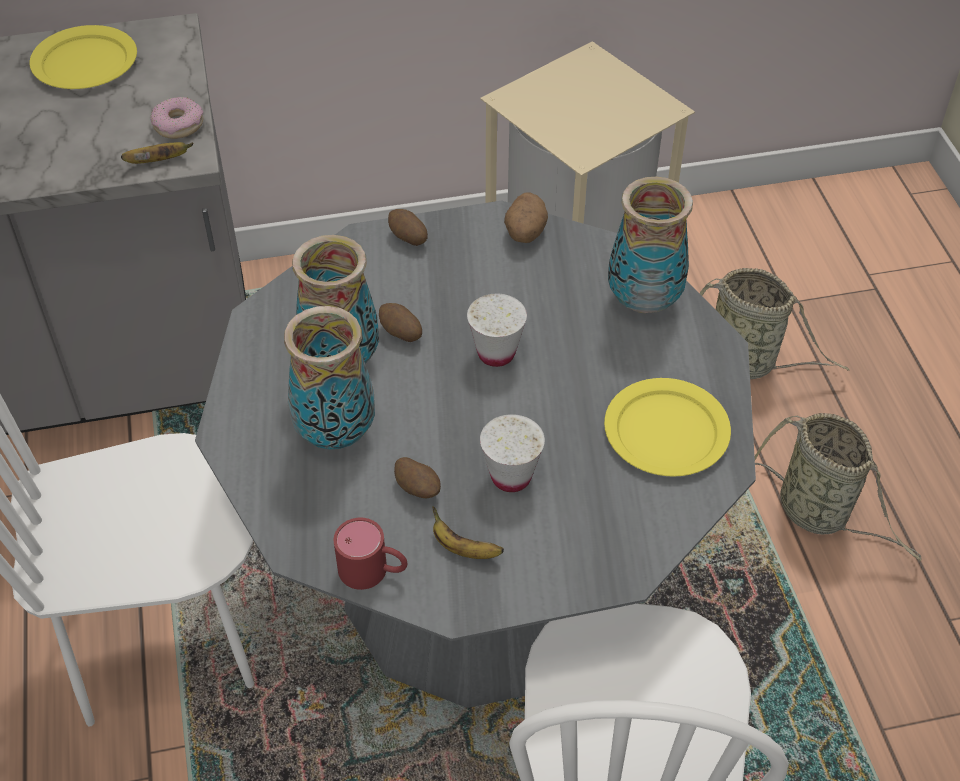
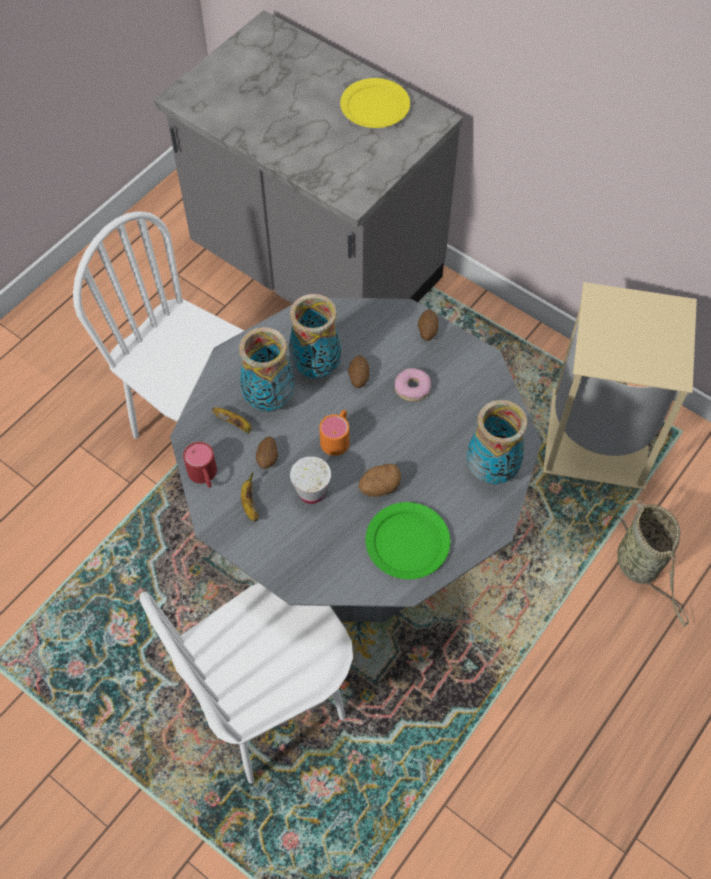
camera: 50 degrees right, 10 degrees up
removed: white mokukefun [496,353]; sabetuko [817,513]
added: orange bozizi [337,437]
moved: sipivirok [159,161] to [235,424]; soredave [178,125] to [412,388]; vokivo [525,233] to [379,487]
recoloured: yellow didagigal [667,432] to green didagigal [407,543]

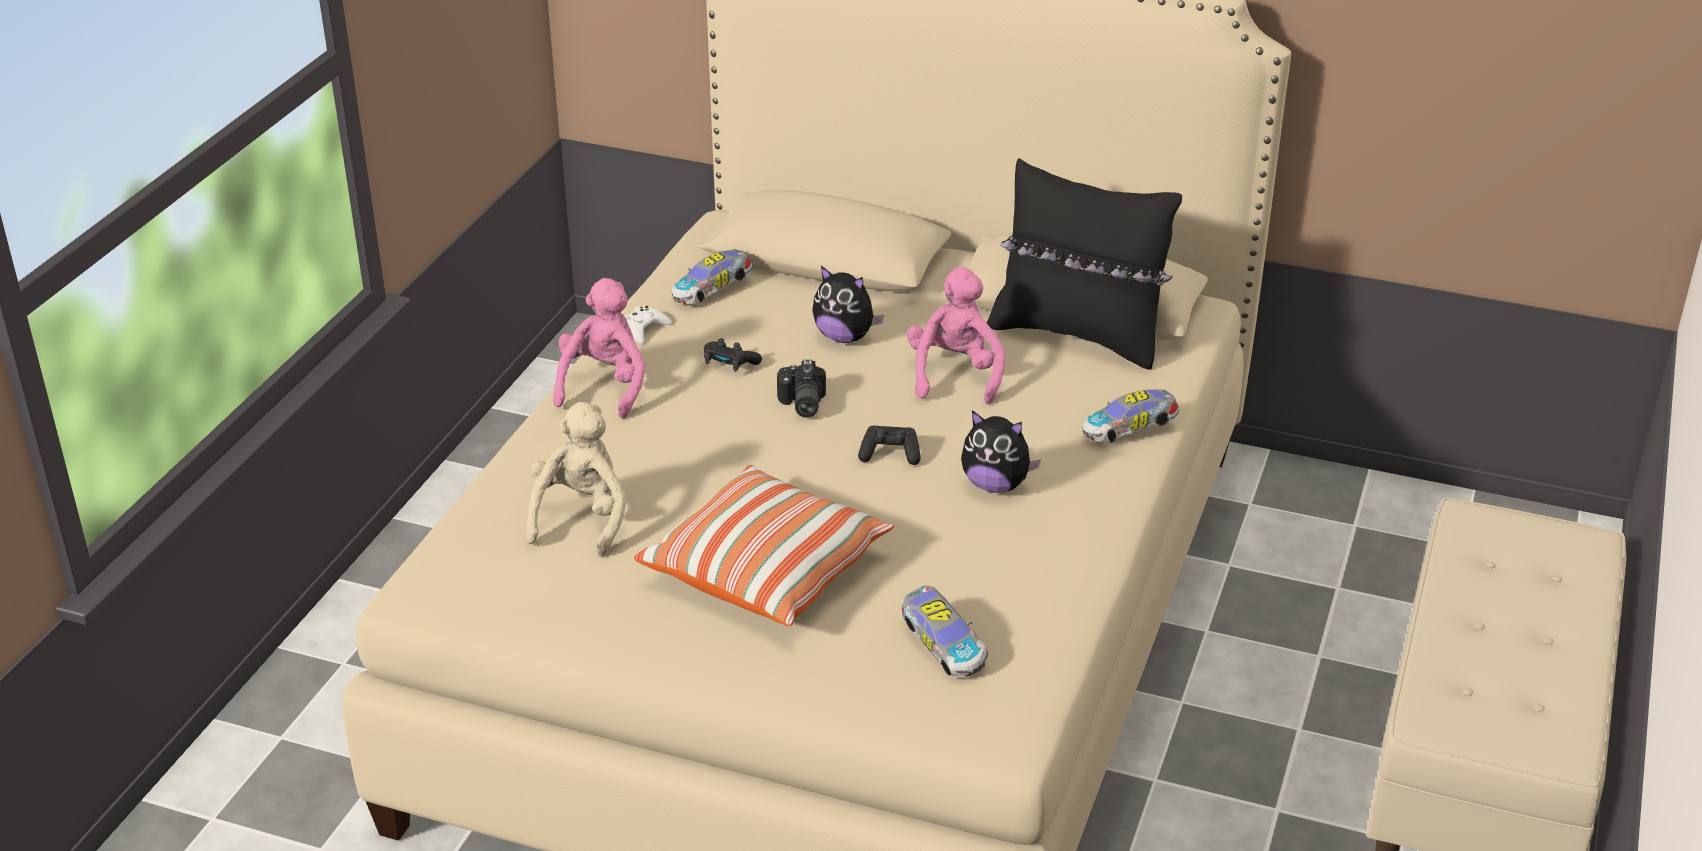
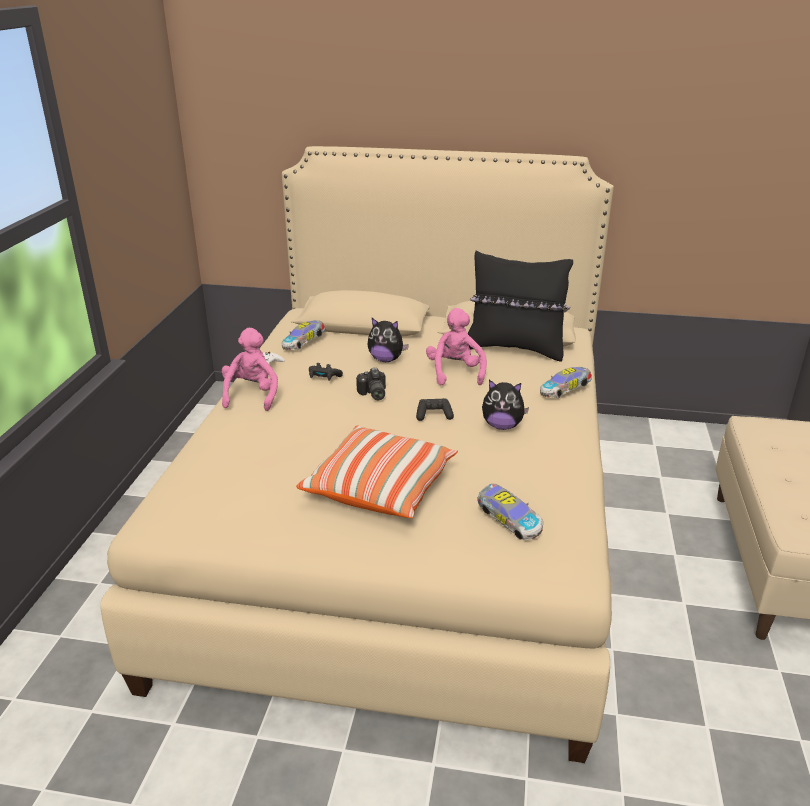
camera: 10 degrees left, 5 degrees down
removed: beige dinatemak [581,518]

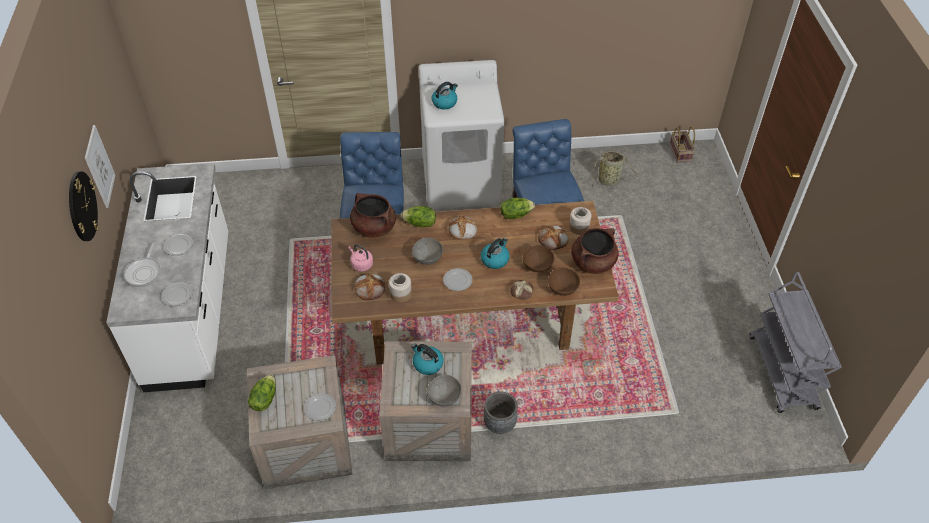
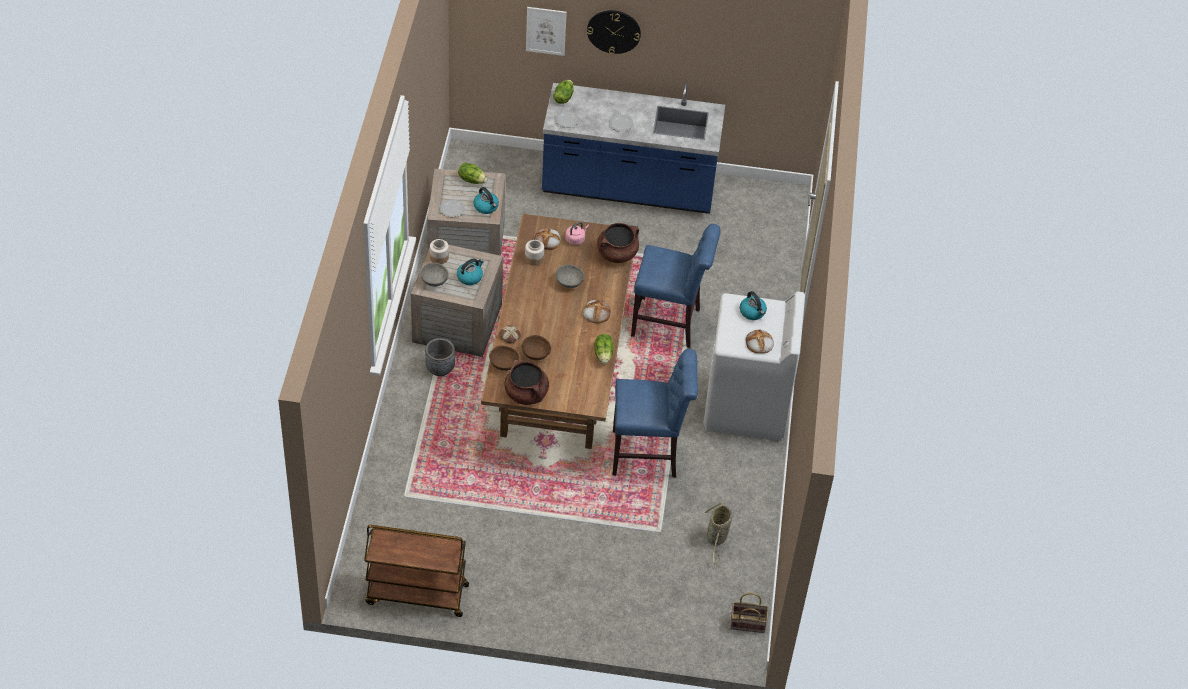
camera: 100 degrees right, 0 degrees up
removed: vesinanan [144,272]; didagigal [458,280]
moved: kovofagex [99,167] to [546,30]; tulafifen [420,223] to [563,98]; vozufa [495,259] to [486,207]; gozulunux [553,239] to [759,343]; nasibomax [579,227] to [439,257]
recoloured: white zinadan [192,310] to blue zinadan [628,189]; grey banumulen [783,373] to brown banumulen [416,595]

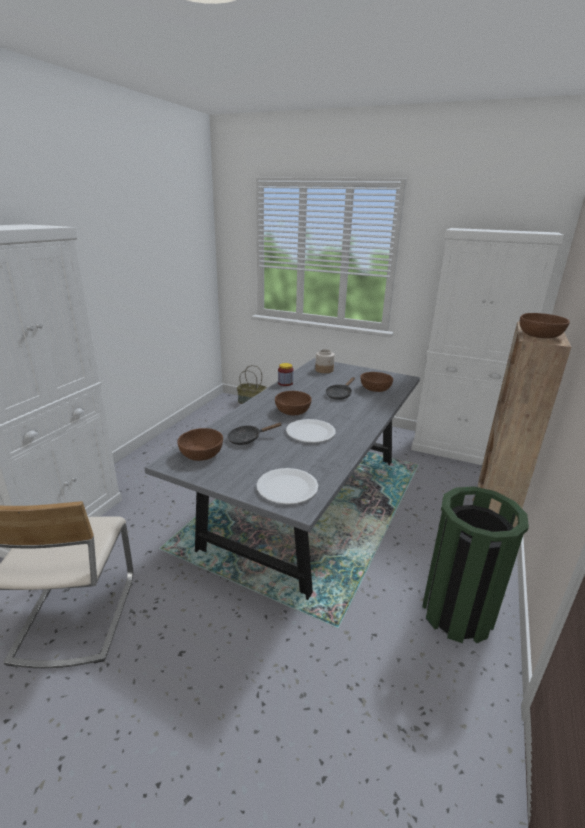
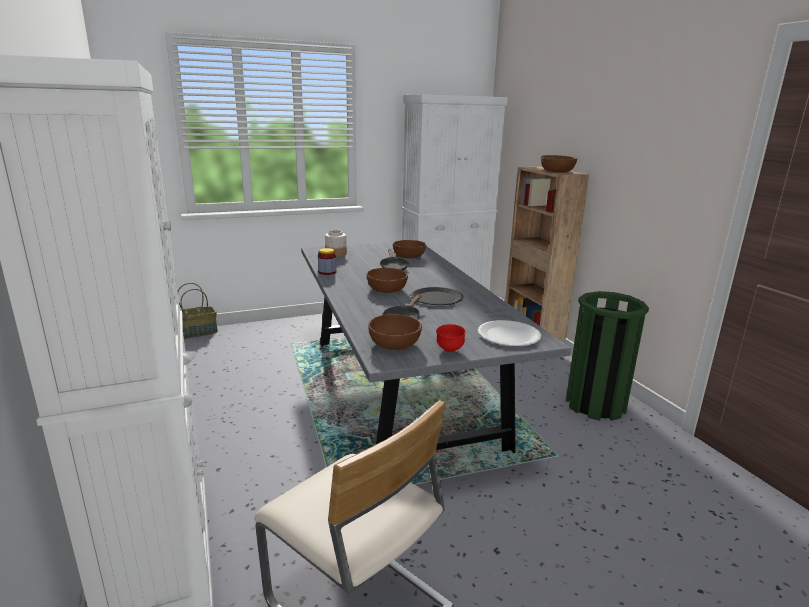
camera: 45 degrees left, 5 degrees down
added: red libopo [449,350]
recoloured: white didagigal [310,432] to black didagigal [436,298]

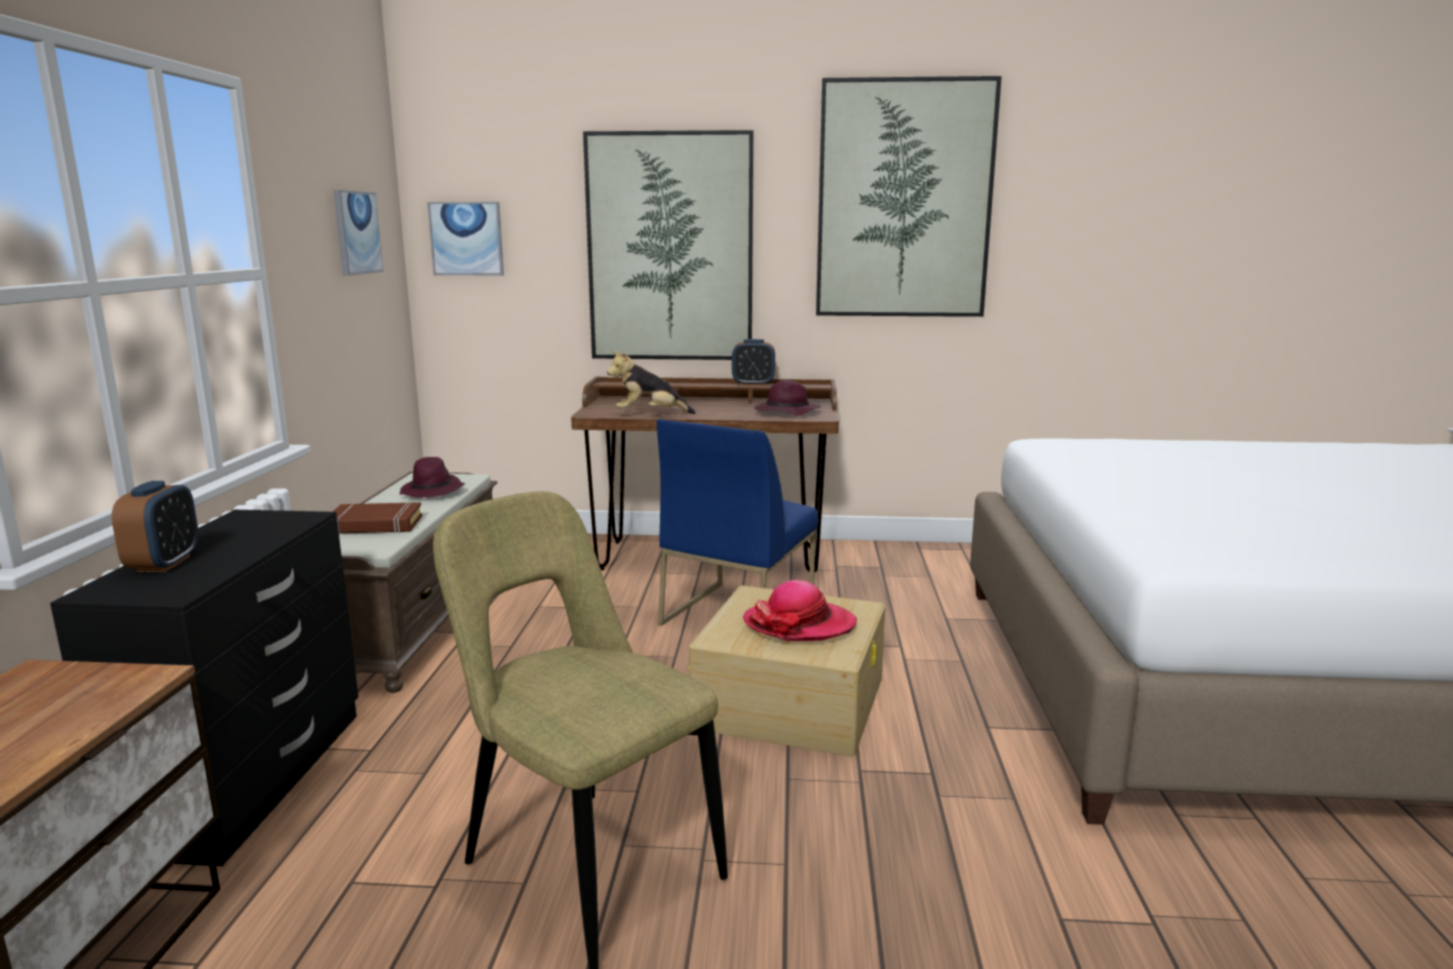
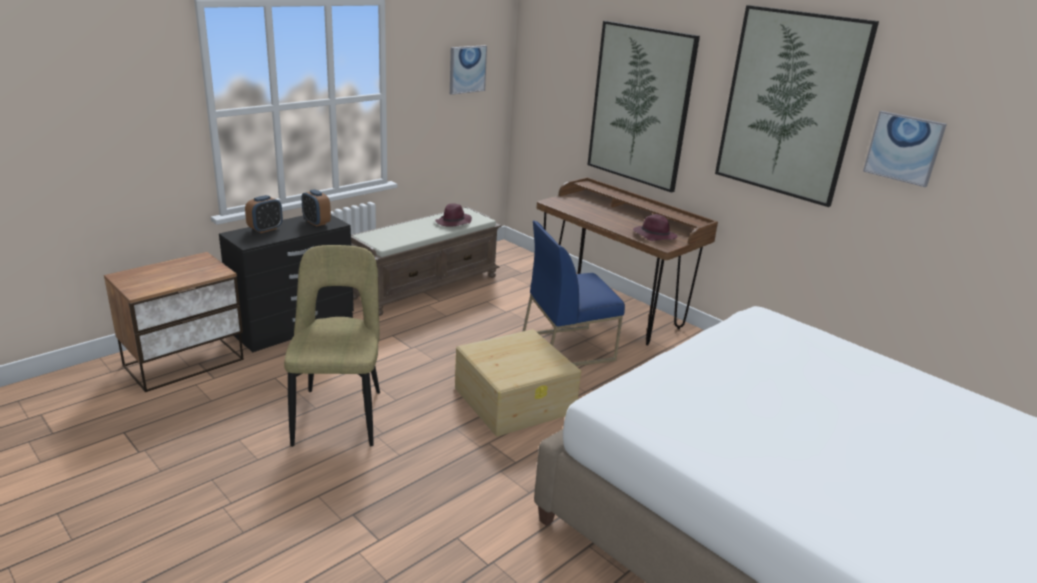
camera: 40 degrees right, 10 degrees up
removed: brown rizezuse [375,525]; dinatemak [649,414]; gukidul [799,624]
moved: kovofagex [466,239] to [903,148]; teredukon [753,384] to [316,222]

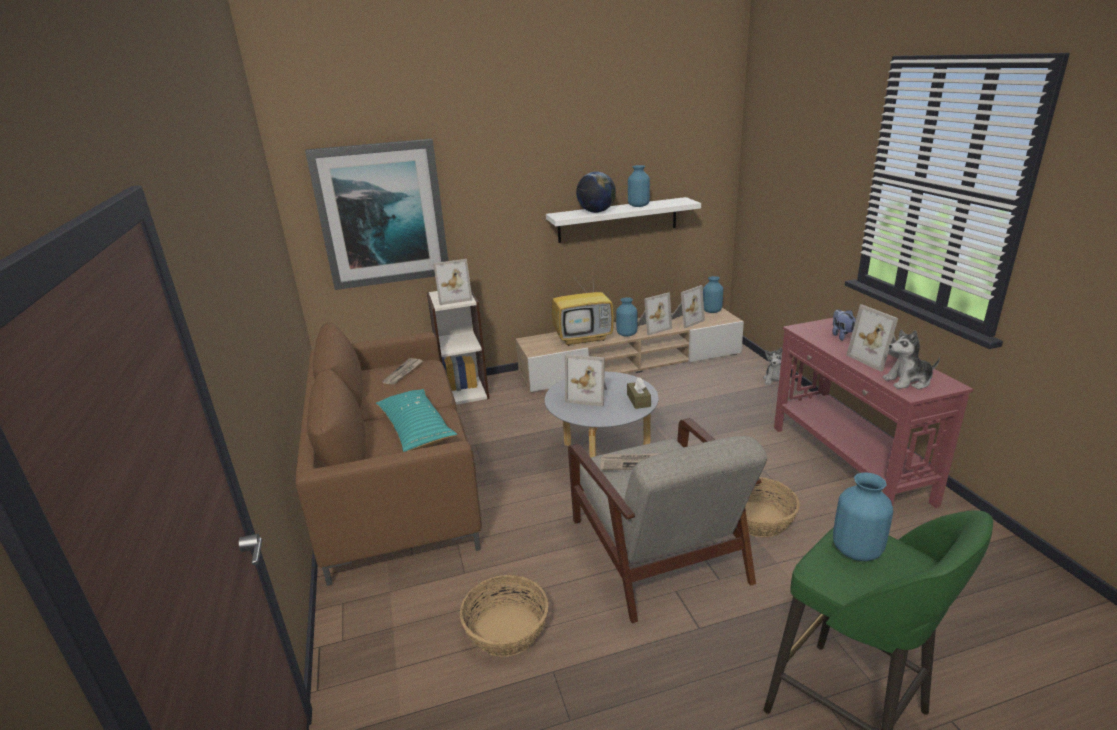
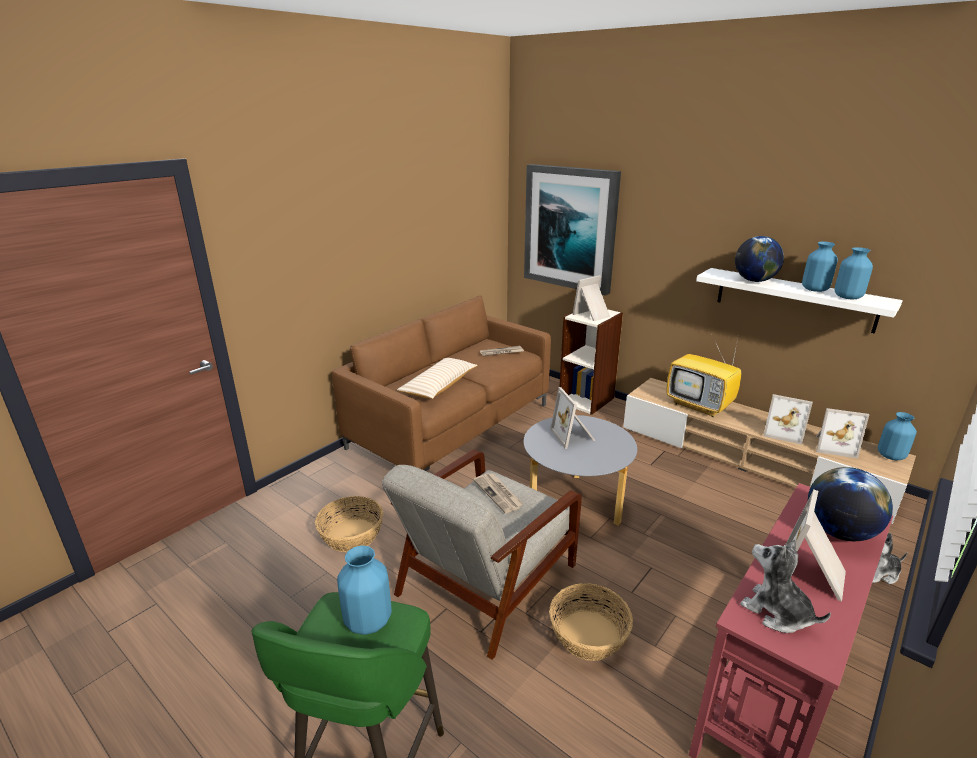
camera: 55 degrees right, 0 degrees up
removed: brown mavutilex [638,400]
moved: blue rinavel [627,334] to [847,297]
replaced: dinatemak [842,336] to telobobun [839,532]
recoloured: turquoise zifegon [416,429] to beige zifegon [439,386]
turned: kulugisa [453,297] = [592,315] 105 degrees clockwise

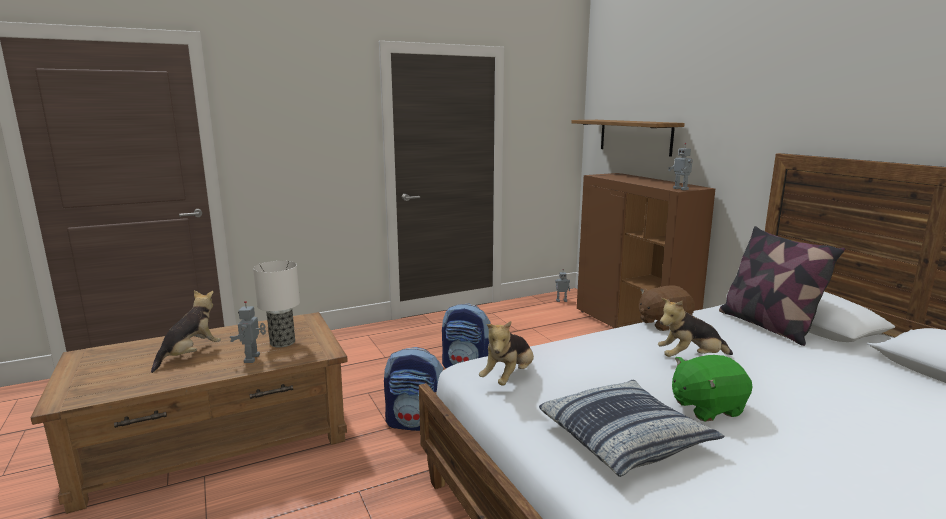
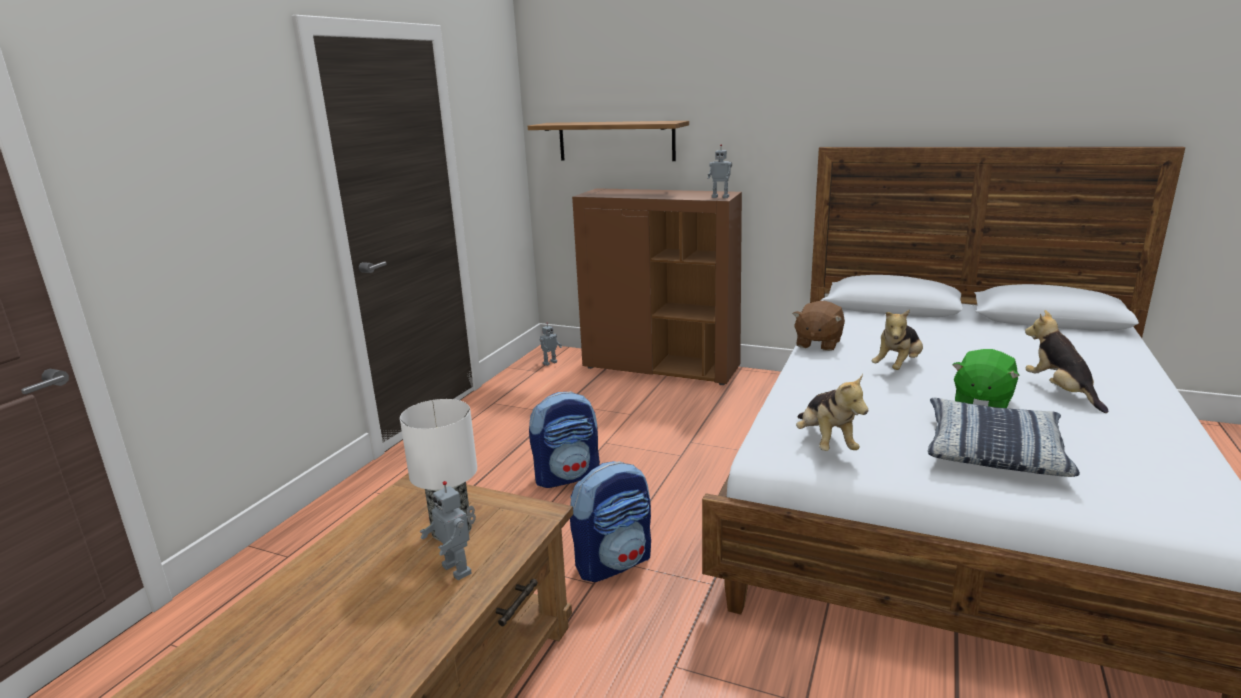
camera: 40 degrees left, 5 degrees up
removed: zifegon [767,325]
moved: dinatemak [190,355] to [1060,391]

